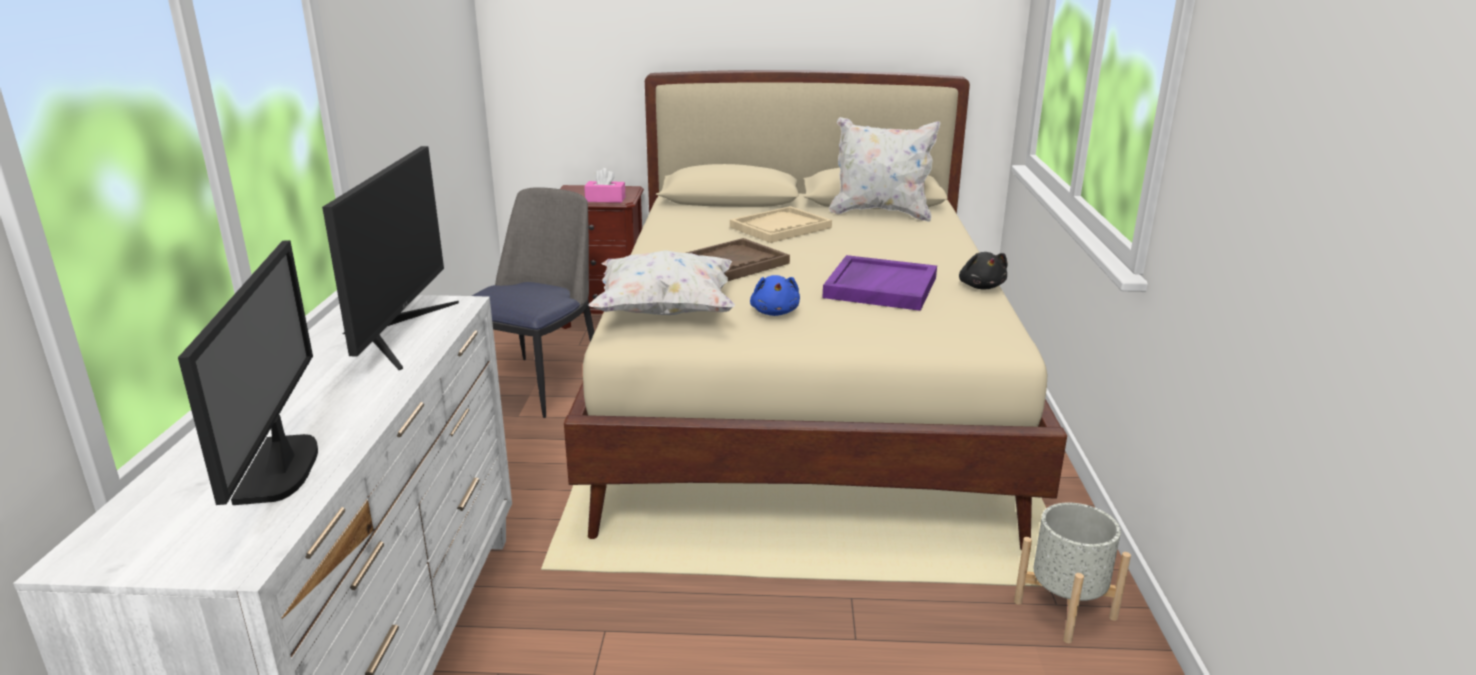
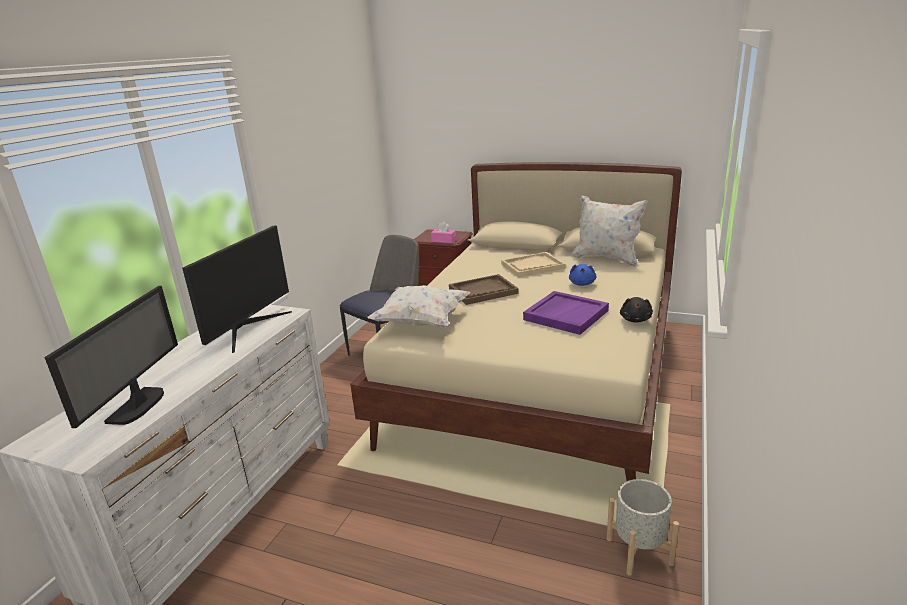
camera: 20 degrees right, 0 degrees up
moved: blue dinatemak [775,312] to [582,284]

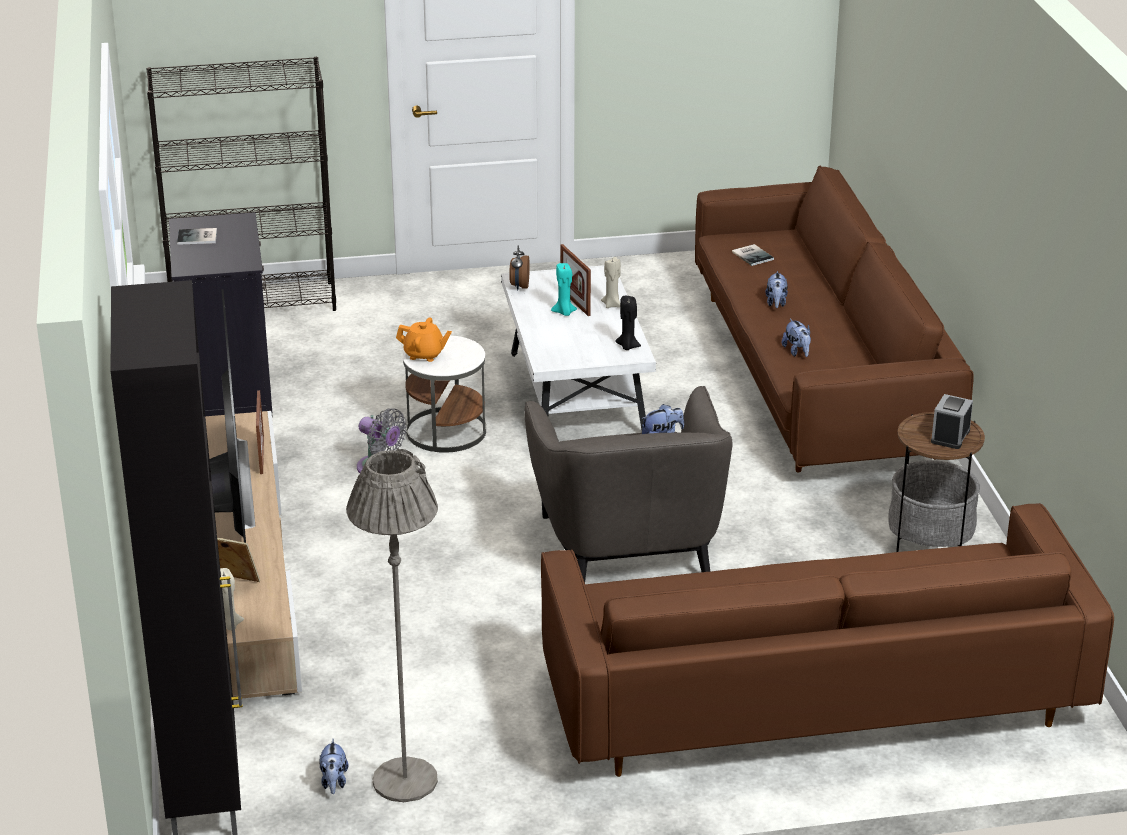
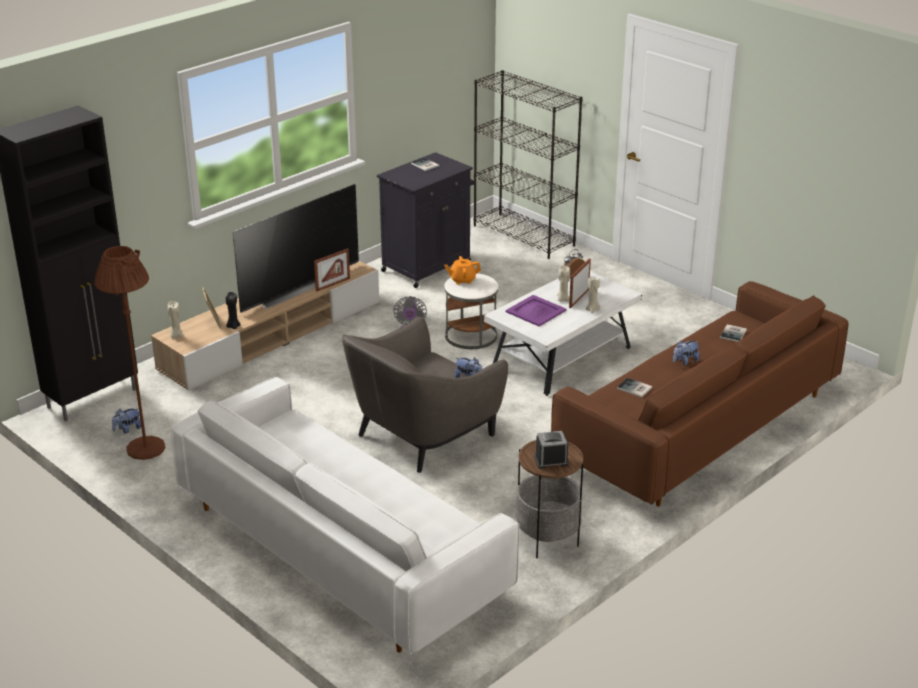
camera: 55 degrees right, 0 degrees up
added: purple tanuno [536,311]
moved: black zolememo [627,346] to [233,326]
replaced: dinatemak [797,352] to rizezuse [634,389]
recoloured: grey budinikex [405,780] to brown budinikex [146,448]; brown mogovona [812,696] to white mogovona [341,548]; turquoise zolememo [564,312] to beige zolememo [562,299]
turned: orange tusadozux [424,354] = [462,280] 105 degrees clockwise

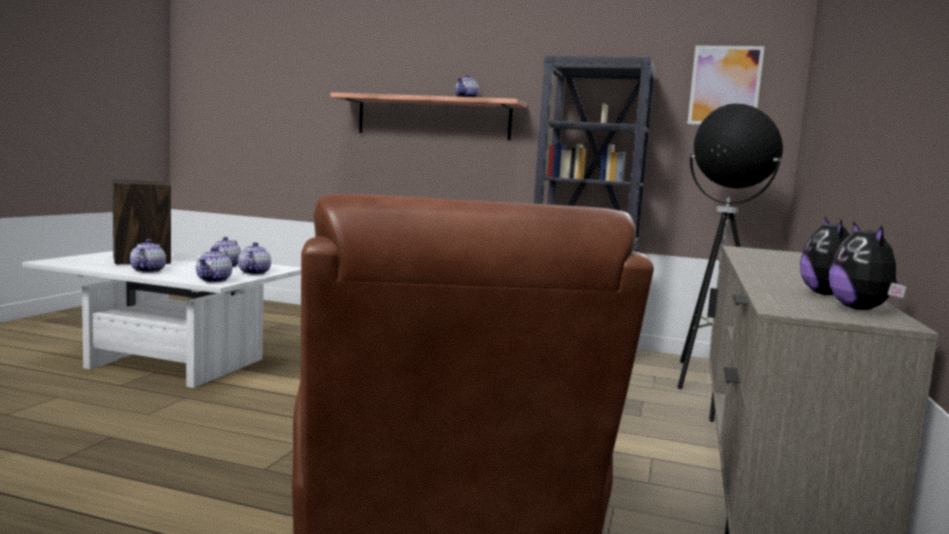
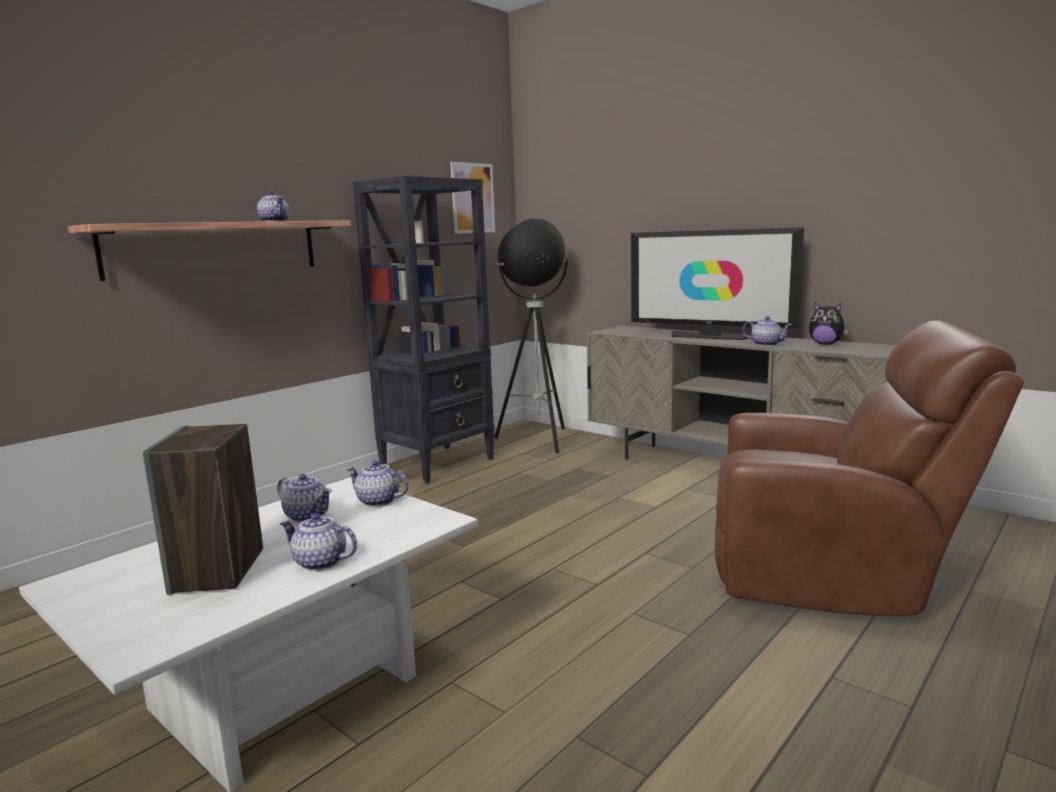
camera: 65 degrees left, 5 degrees up
removed: dinatemak [861,309]
added: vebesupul [710,336]
moved: tusadozux [214,280] to [766,344]

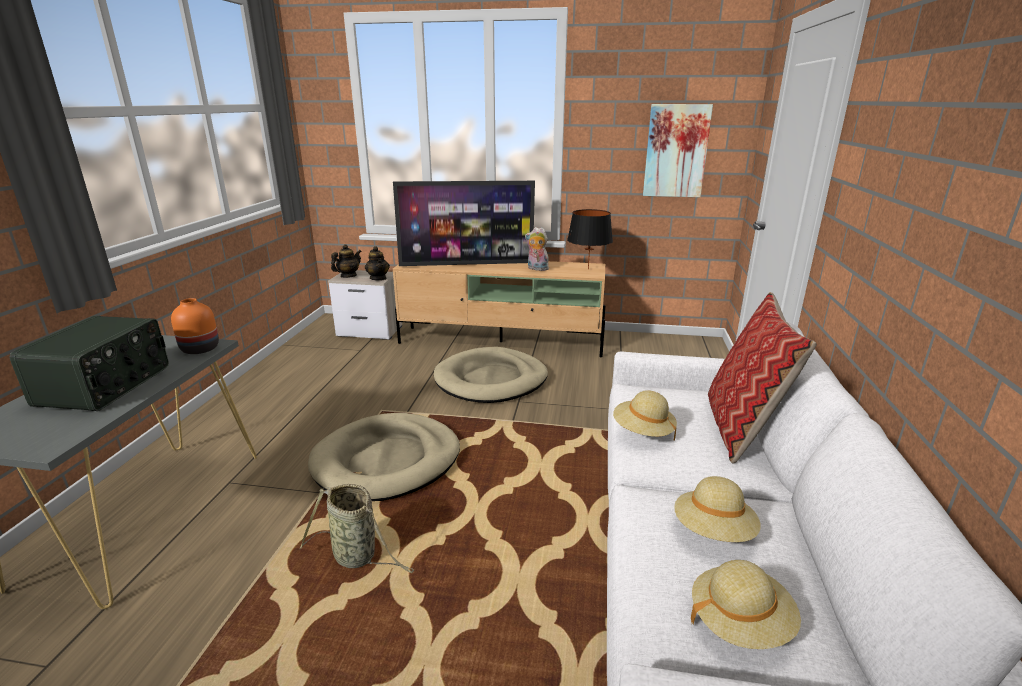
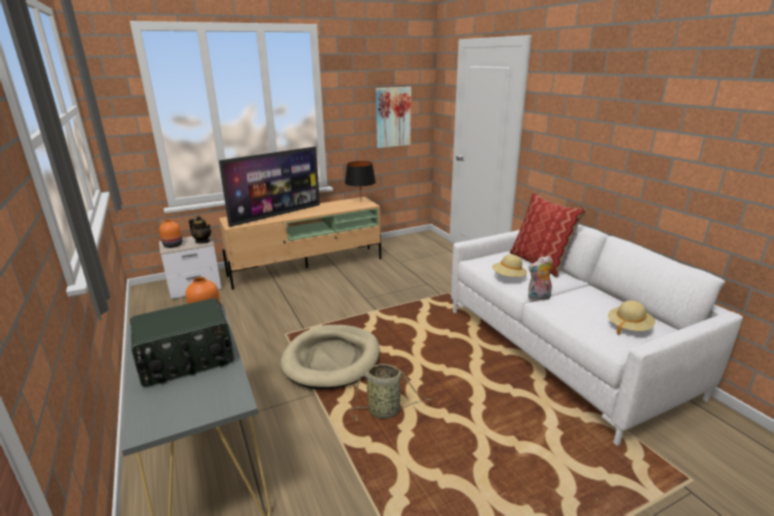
camera: 35 degrees left, 0 degrees up
removed: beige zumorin [491,380]; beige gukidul [713,531]
moved: dinatemak [536,269] to [538,298]
replaced: tusadozux [348,276] to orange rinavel [172,245]
turned: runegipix [106,386] = [187,360] 90 degrees clockwise

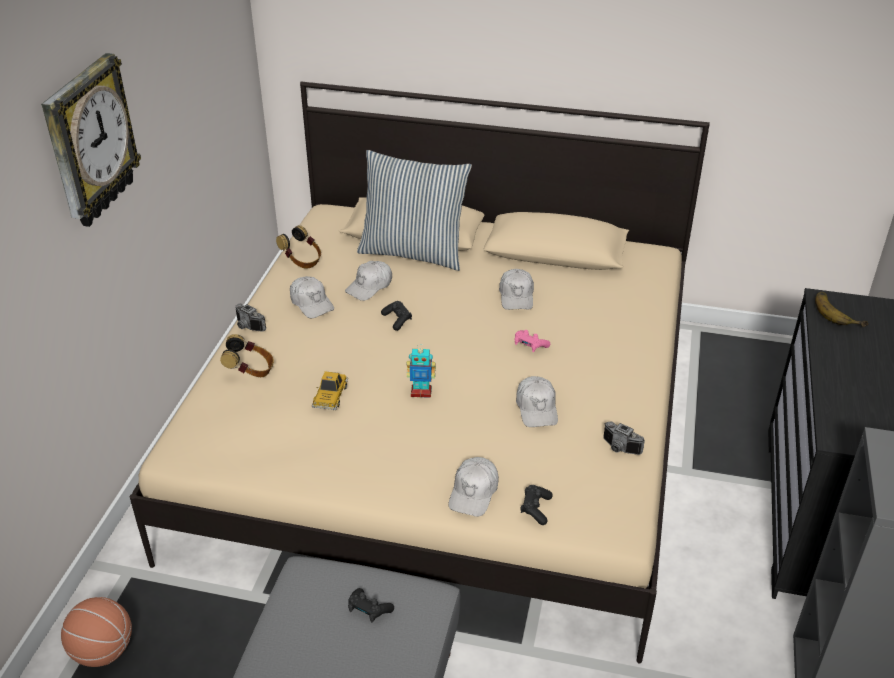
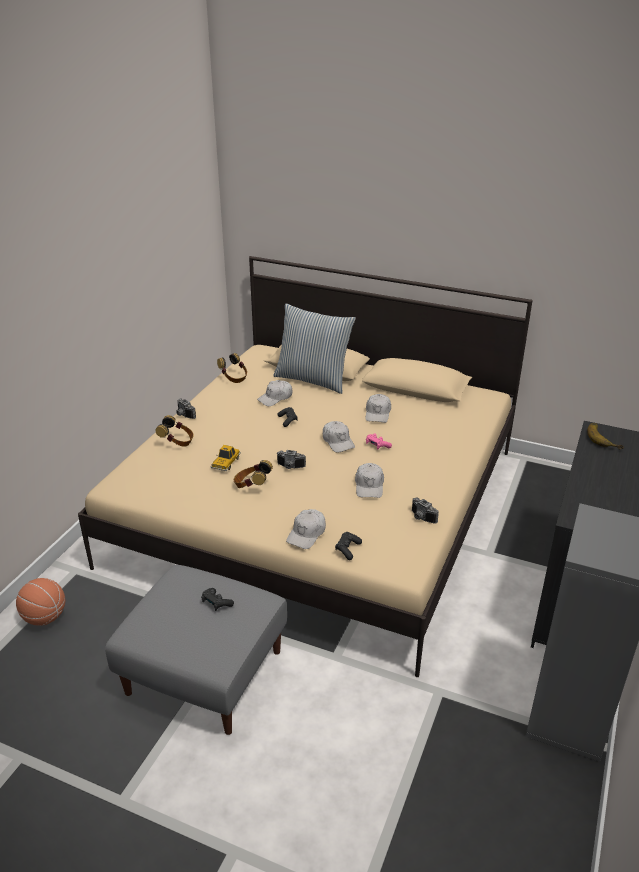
camera: 10 degrees right, 5 degrees down
removed: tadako [89,142]
added: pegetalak [252,486]
moved: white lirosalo [311,303] to [338,441]
replaced: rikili [421,392] to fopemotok [290,467]

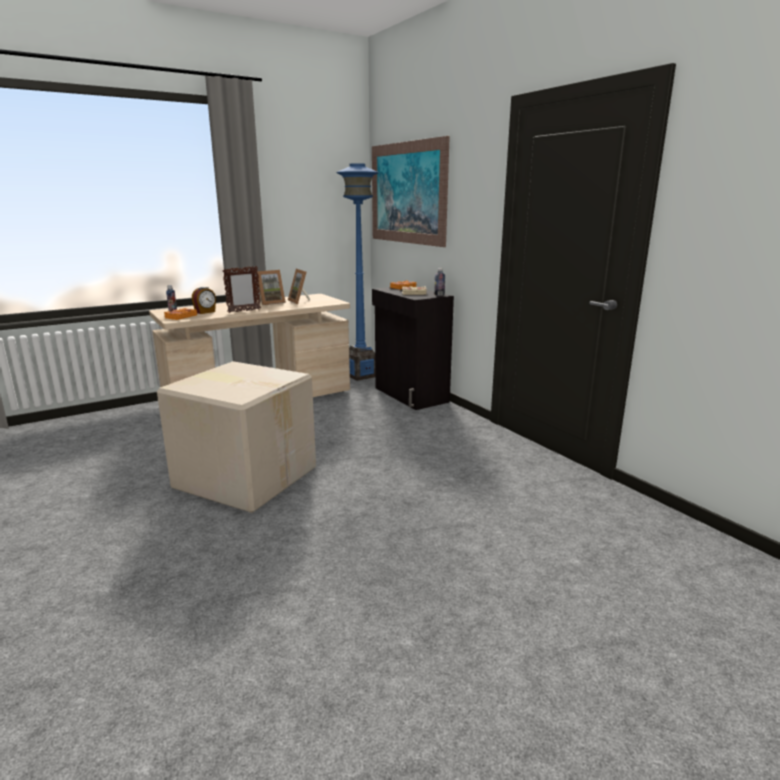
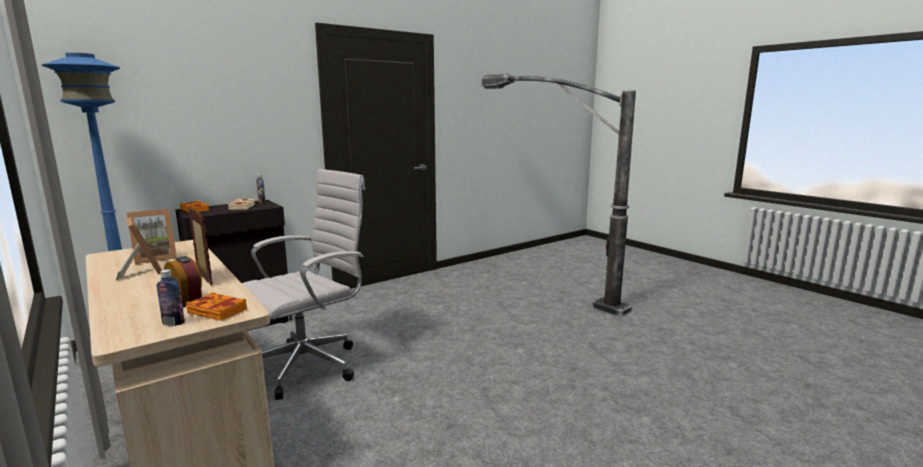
camera: 95 degrees left, 5 degrees down
removed: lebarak [246,477]; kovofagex [407,193]
added: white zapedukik [309,365]; budinikex [545,287]

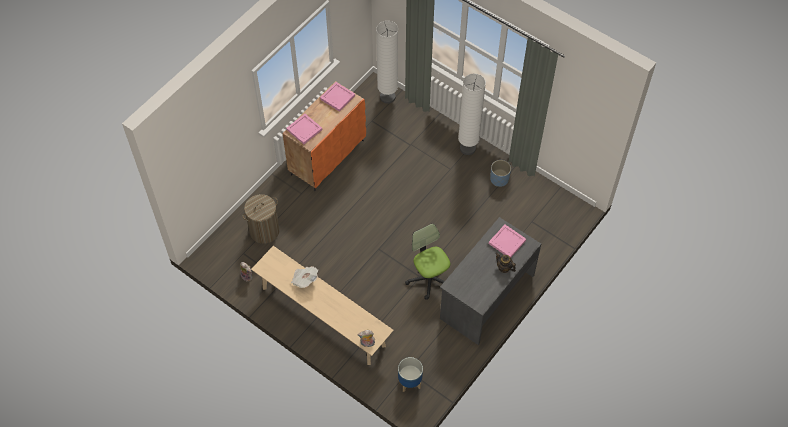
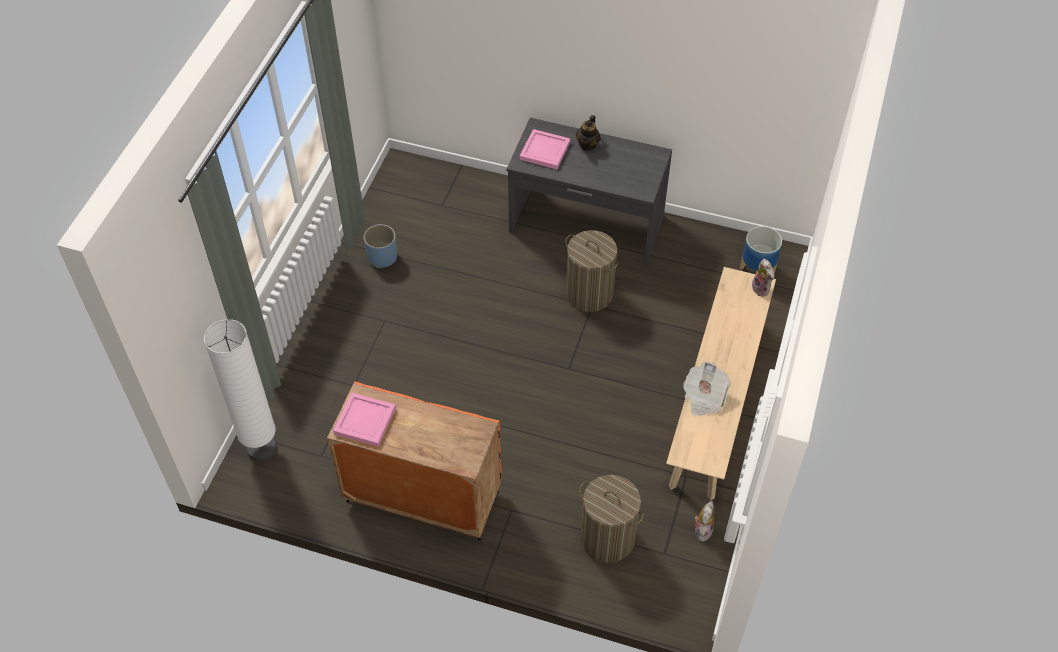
camera: 110 degrees left, 5 degrees down
removed: pink tanuno [303,130]; white budinikex [467,148]
replaced: zapedukik [429,278] to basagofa [589,293]

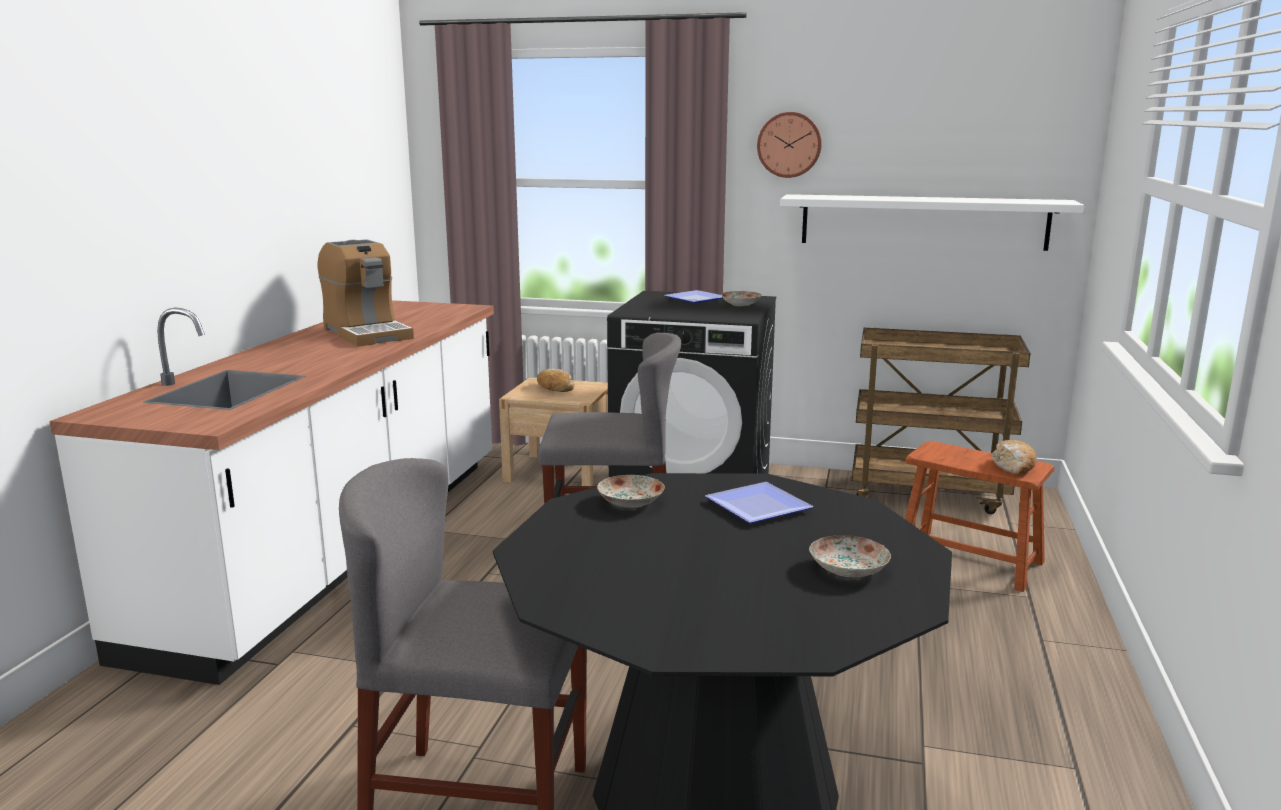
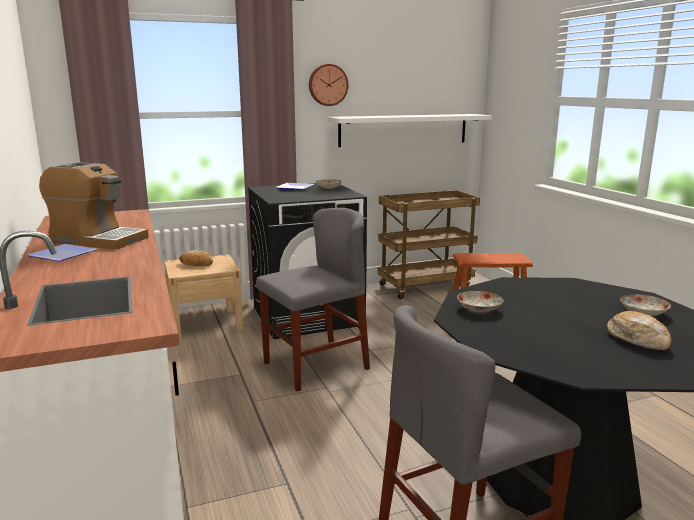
camera: 35 degrees left, 0 degrees up
moved: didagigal [754,506] to [60,255]; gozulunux [1014,466] to [638,339]

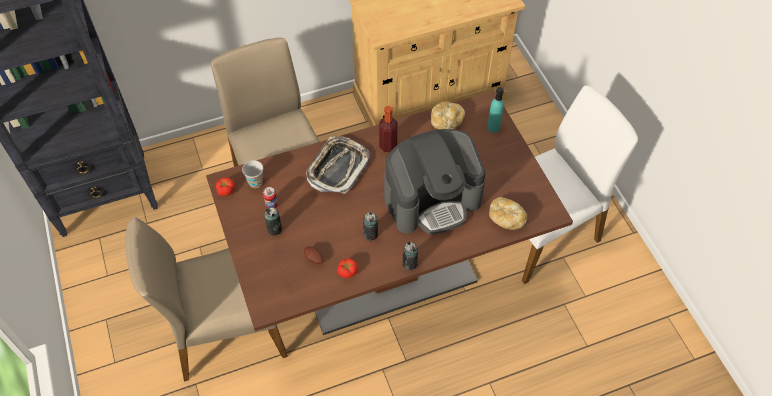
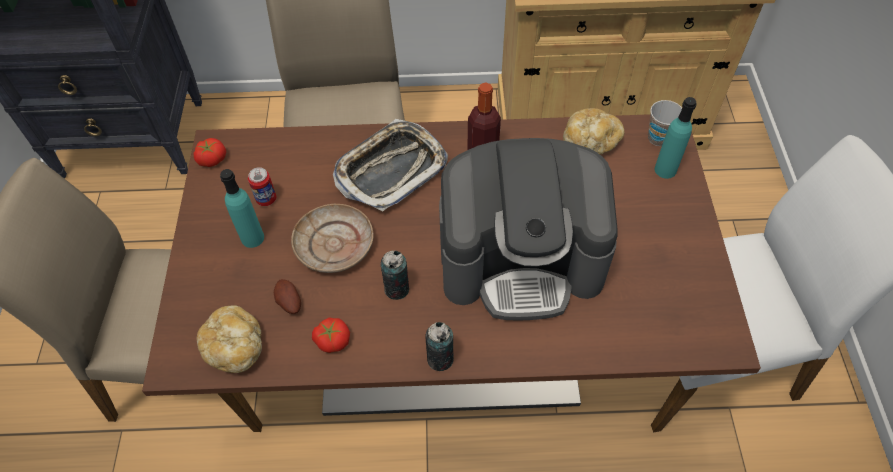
camera: 20 degrees right, 0 degrees up
added: beige didagigal [334,245]
moved: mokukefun [255,182] to [658,138]; gozulunux [506,218] to [235,346]
replaced: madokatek [274,229] to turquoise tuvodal [252,238]

